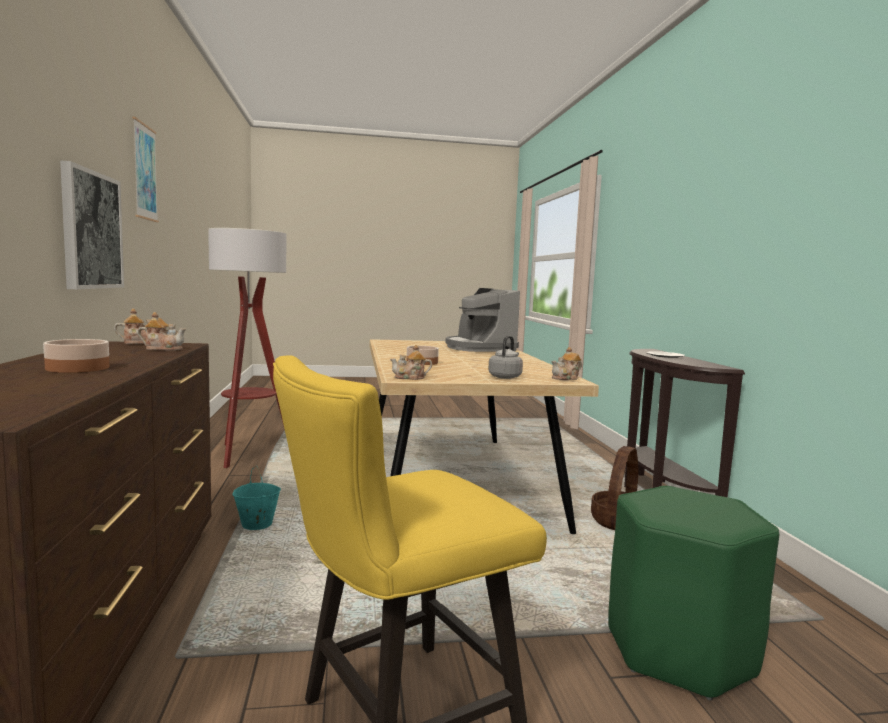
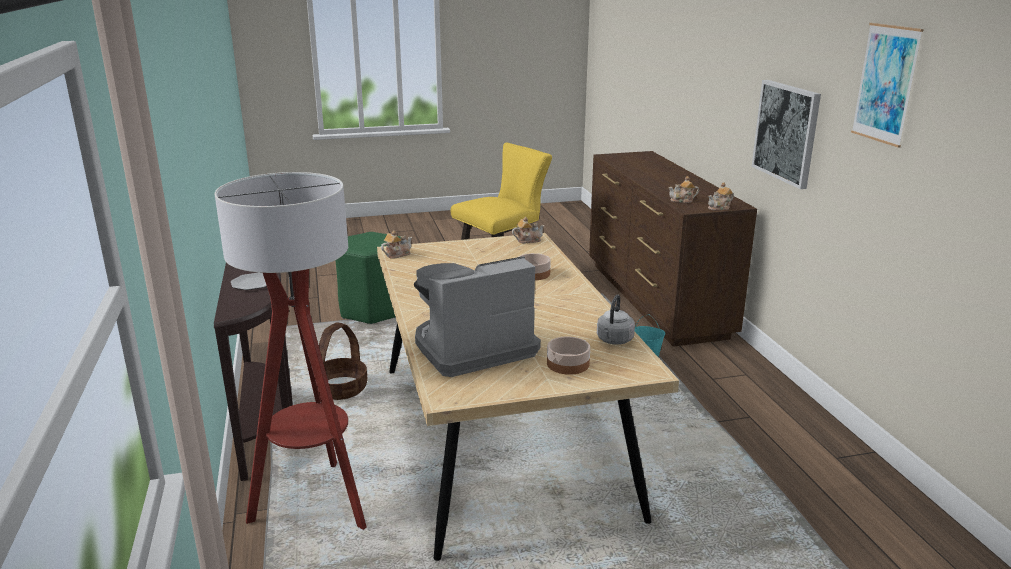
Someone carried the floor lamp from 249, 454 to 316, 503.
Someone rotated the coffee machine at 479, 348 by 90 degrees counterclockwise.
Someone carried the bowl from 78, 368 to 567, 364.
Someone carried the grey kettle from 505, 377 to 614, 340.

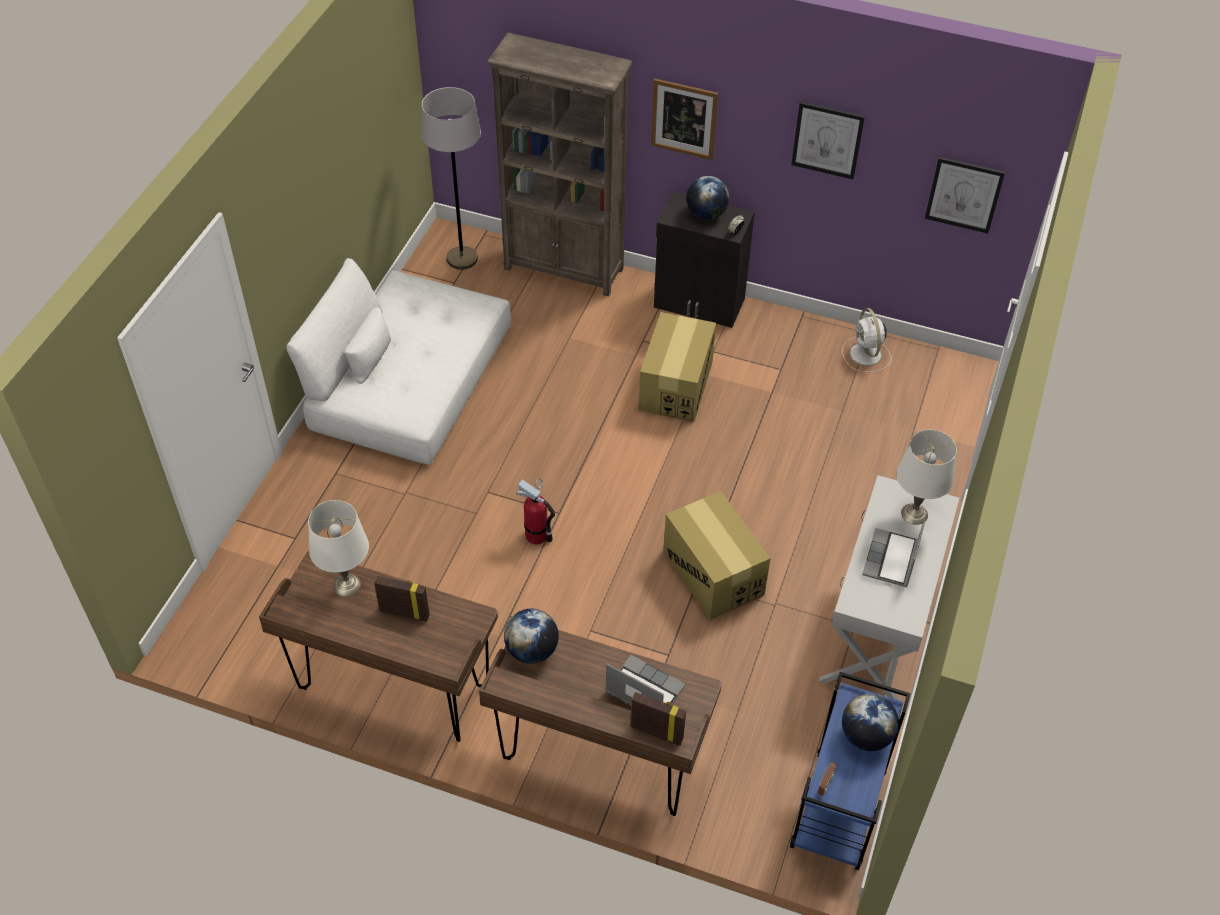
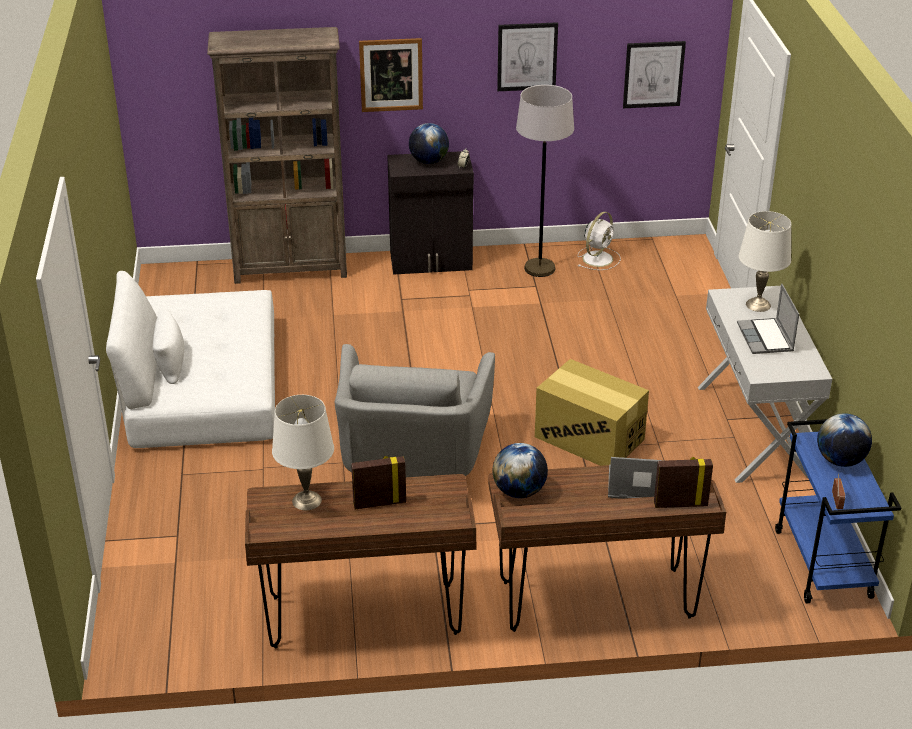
Someone swapped the fire extinguisher at 537, 535 for the grey armchair at 412, 460.
Someone carried the grey floor lamp from 462, 259 to 539, 268.
Someone rotated the white fan at 866, 355 by 105 degrees counterclockwise.
Someone took away the cardboard box at 676, 385.

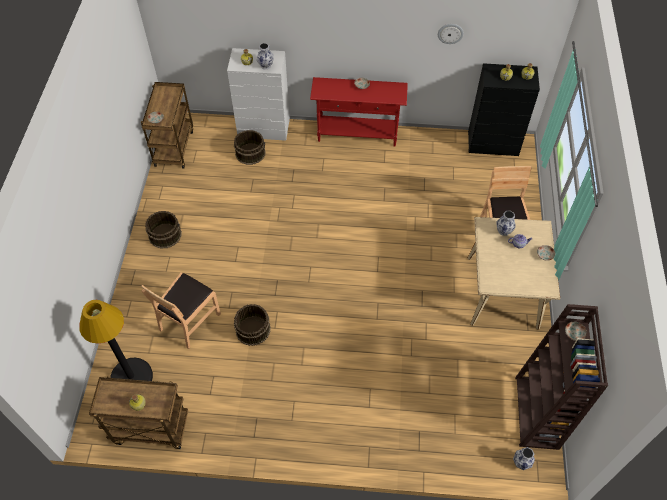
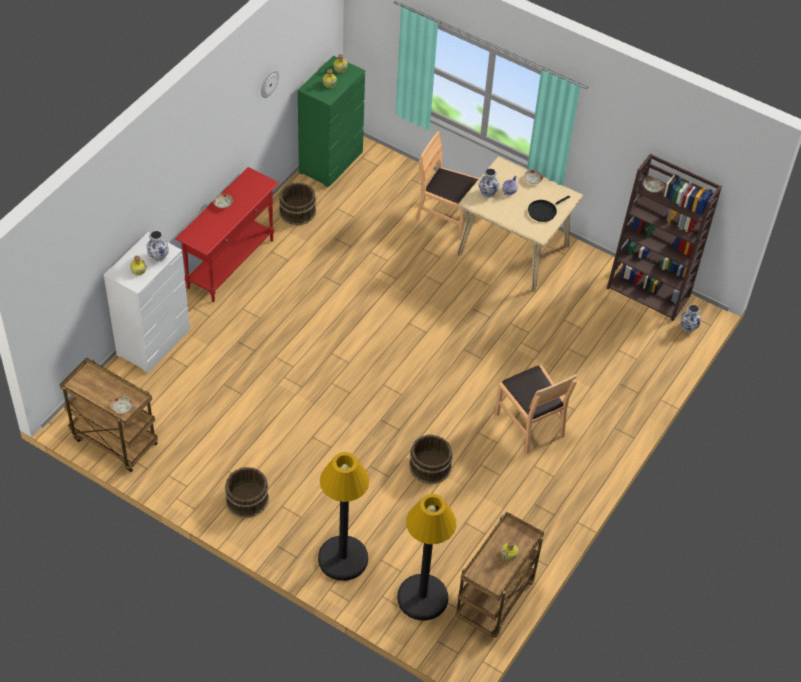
Someone carried the brown bucket from 250, 153 to 297, 211.
Someone repainted the black dresser at 493, 144, which became the green dresser at 331, 162.
Someone put down the black floor lamp at 343, 558.
Someone carried the brown chair from 189, 321 to 530, 424.
Someone put down the black frying pan at 543, 211.

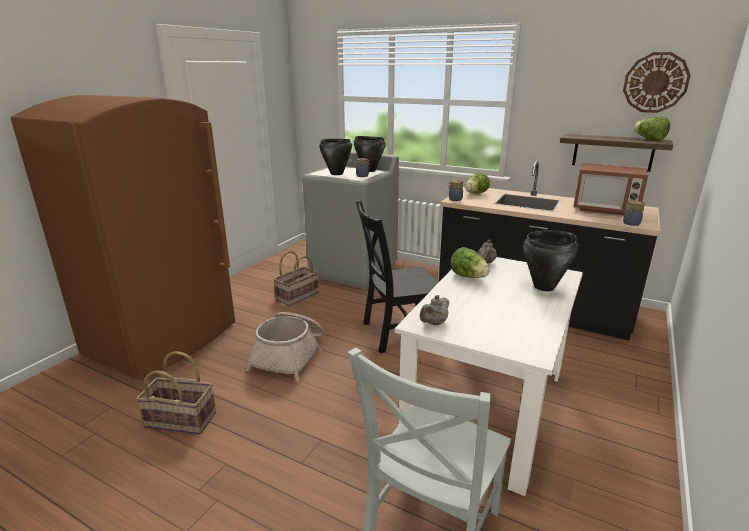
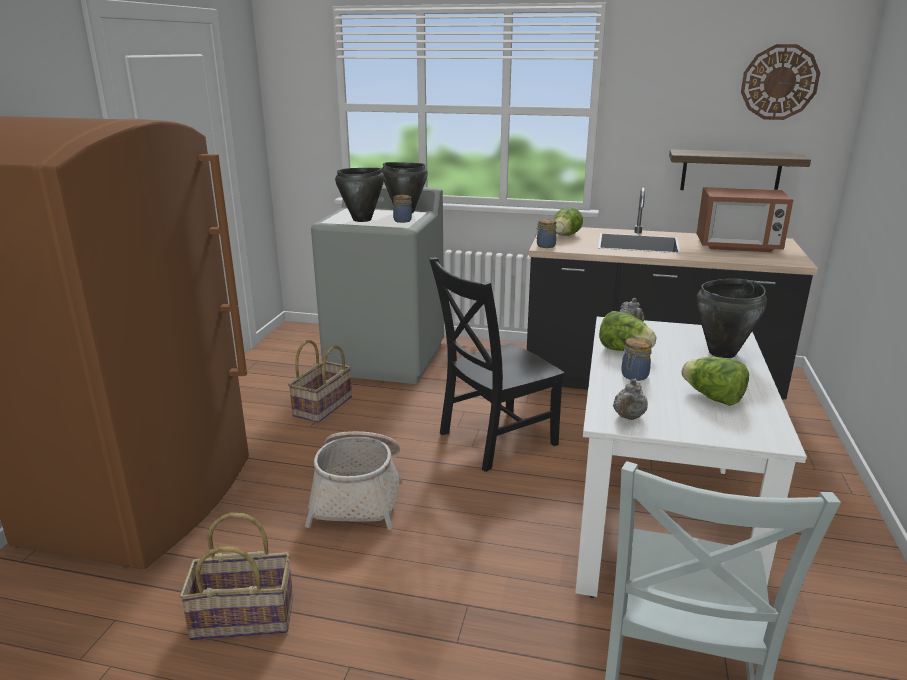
Someone carried the jar from 631, 223 to 634, 376.
Someone carried the lettuce from 649, 139 to 712, 398.

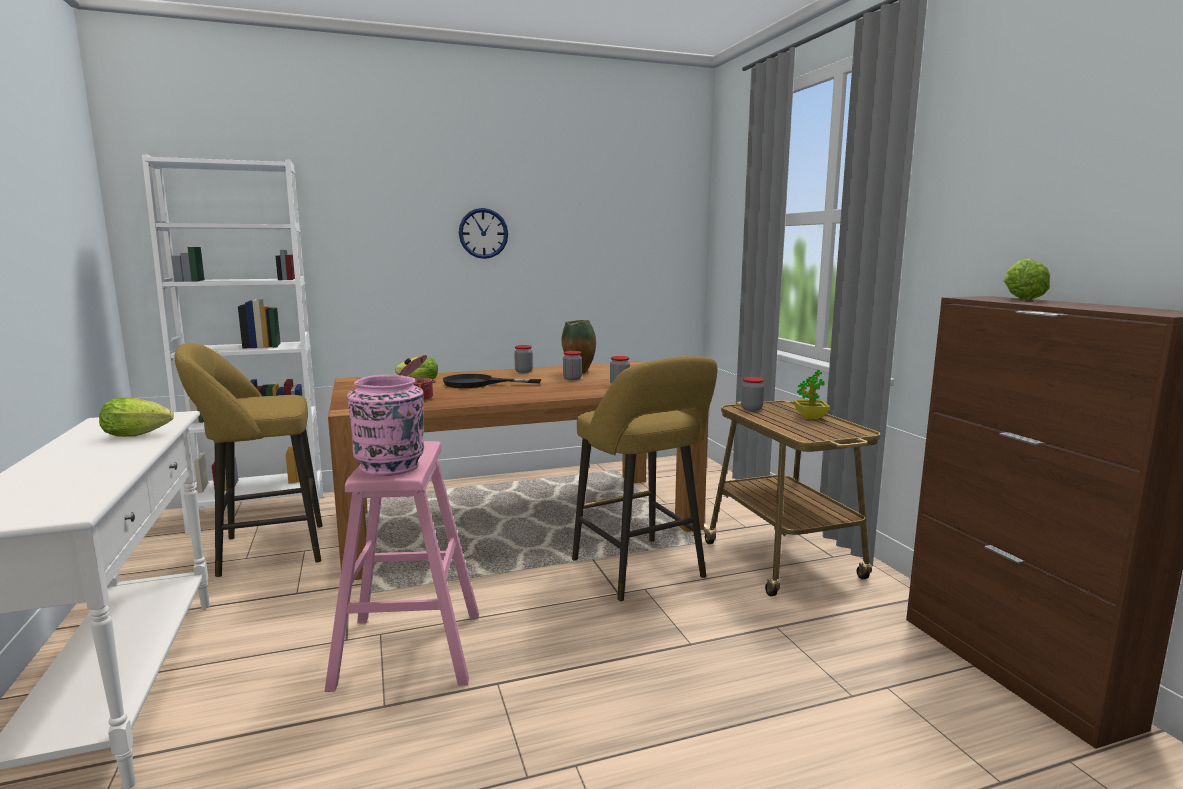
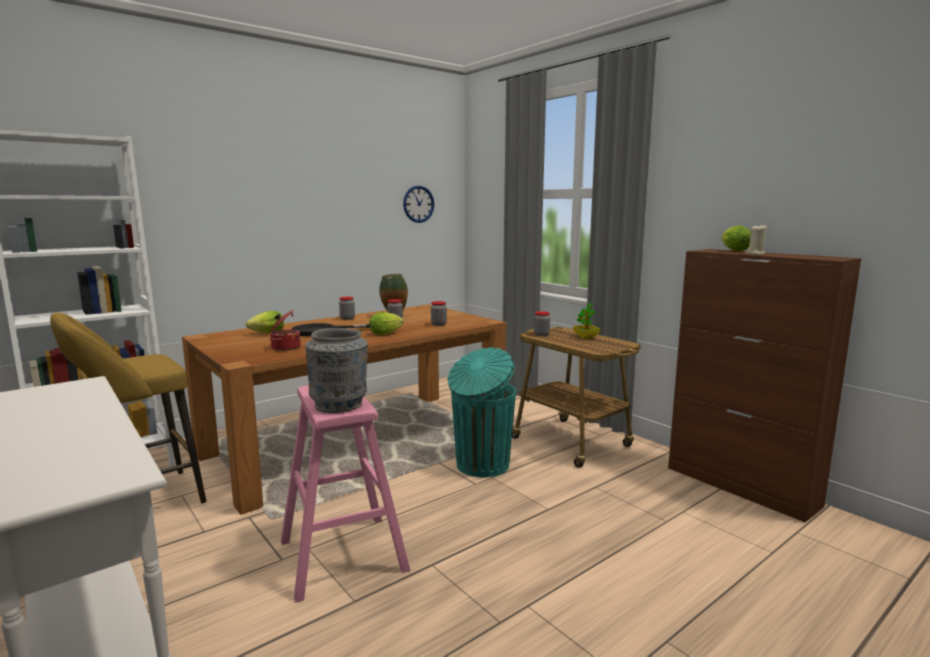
Someone repainted the pink vase at 390, 467, which became the grey vase at 339, 405.
Someone carried the lettuce from 140, 435 to 387, 333.
Someone carried the wall clock from 483, 233 to 418, 204.
Someone swapped the yellow stool at 641, 572 for the turquoise trash can at 481, 465.
Someone put down the beige candle at 755, 254.

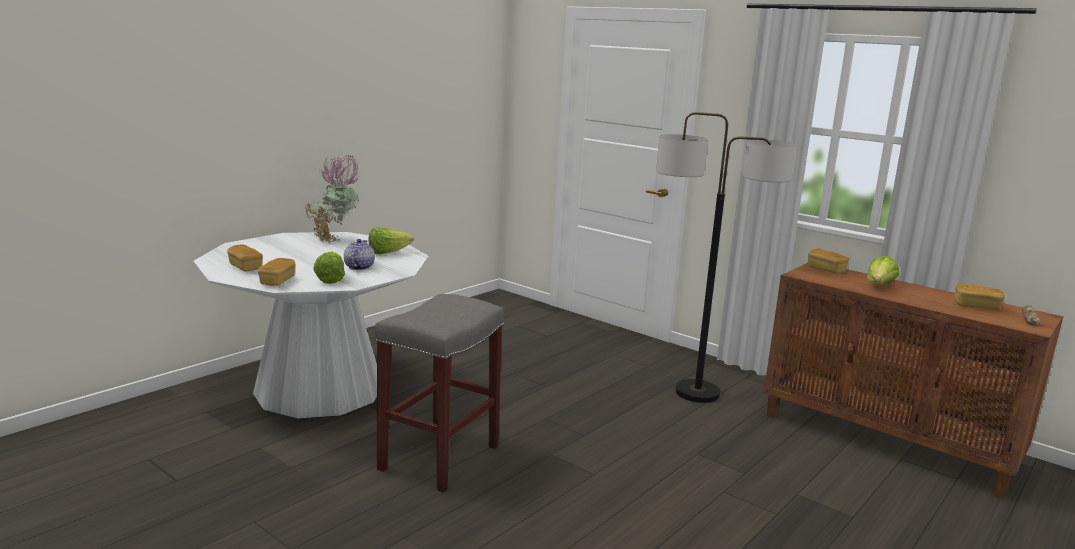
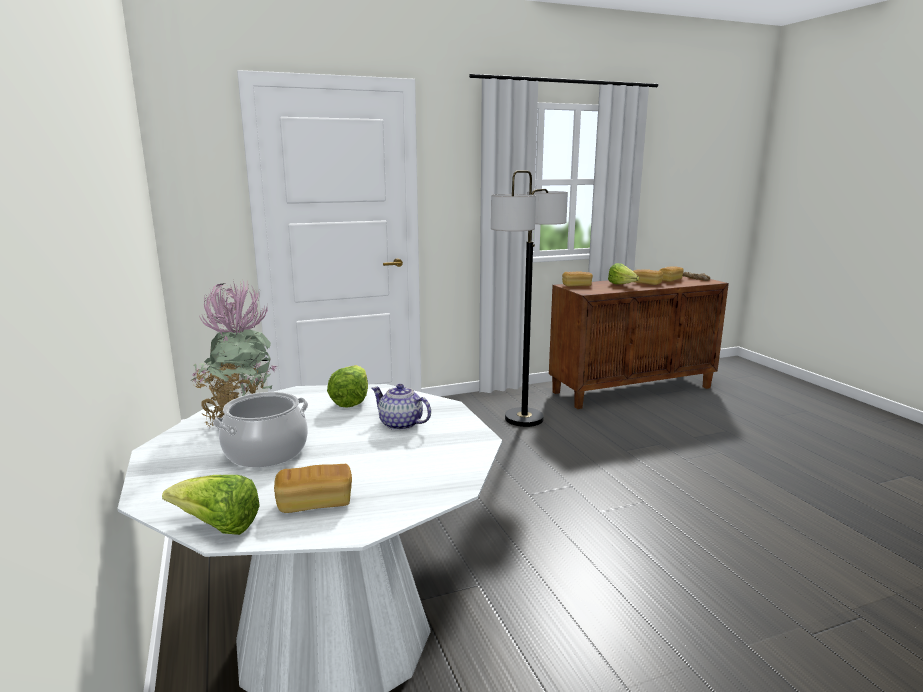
Someone carried the lettuce from 330, 279 to 218, 527.
Someone put down the cooking pot at 266, 452.
Someone carried the bread from 277, 281 to 646, 283.
Someone took away the grey stool at 439, 459.

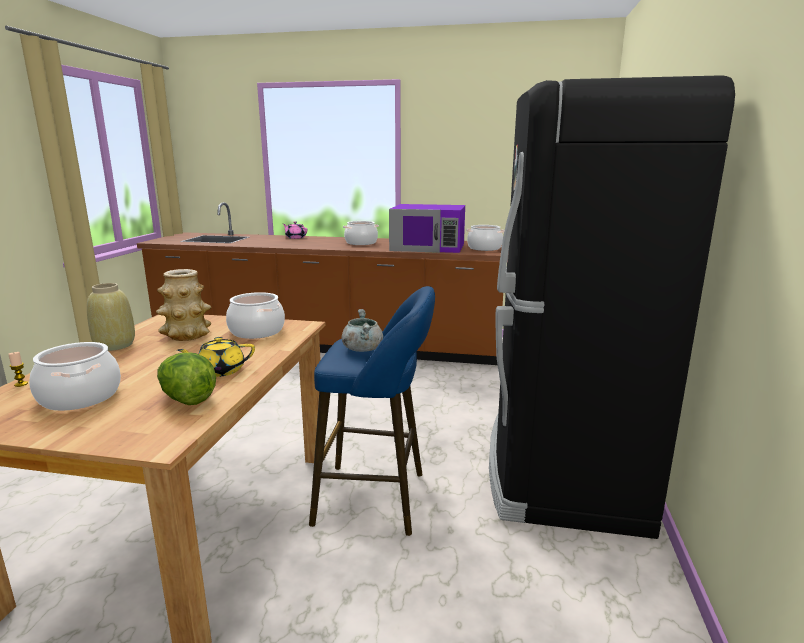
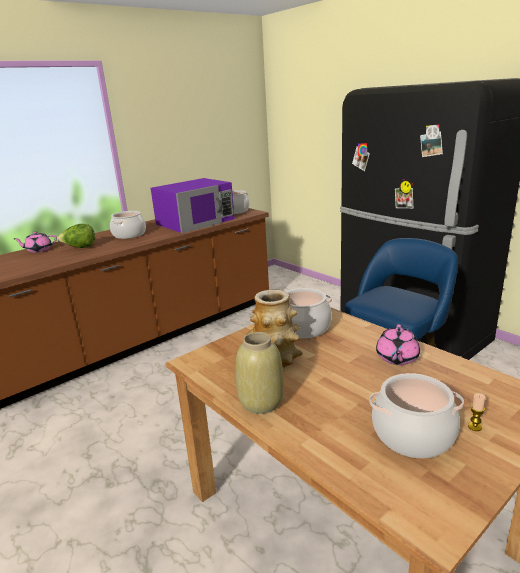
Someone carried the lettuce from 187, 399 to 80, 248.
Someone repainted the yellow teapot at 220, 371, which became the pink teapot at 397, 358.
Someone carried the candle from 21, 384 to 474, 427.
Someone took away the grey cooking pot at 362, 349.

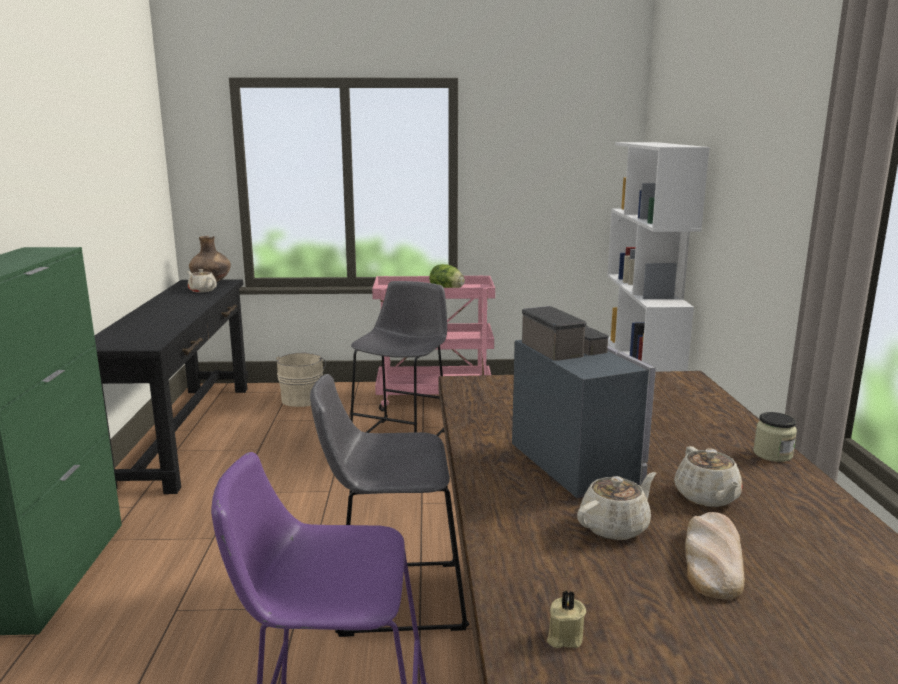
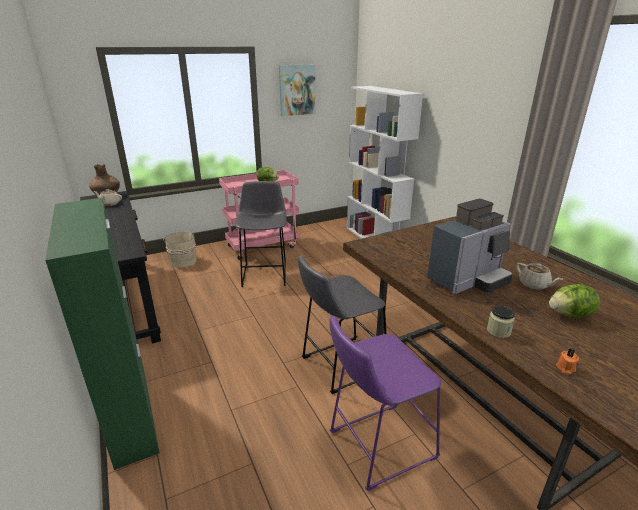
Someone put up the picture at 297, 90.
Someone rotated the coffee machine at 579, 463 by 105 degrees clockwise.
Someone carried the jar from 772, 454 to 498, 331.
Someone swapped the bread at 712, 559 for the lettuce at 569, 315.
Someone repainted the beige candle at 564, 637, which became the orange candle at 565, 368.
Someone took away the beige teapot at 615, 527.

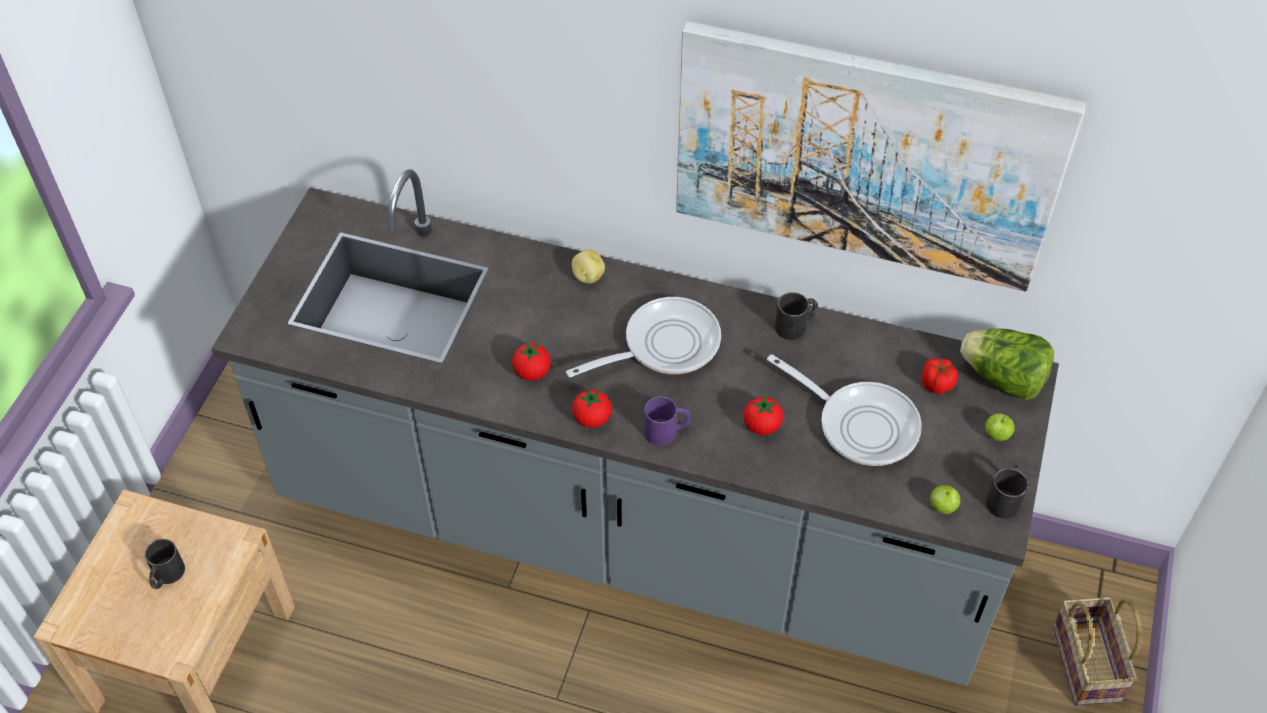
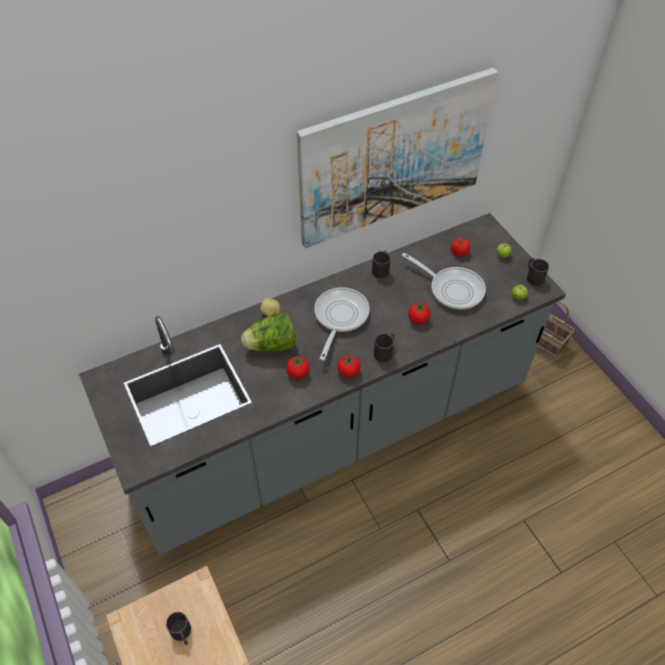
Someone carried the lettuce from 1003, 379 to 271, 345.
Someone repainted the purple mug at 667, 431, which became the black mug at 385, 351.
Someone rotated the frying pan at 860, 424 by 45 degrees clockwise.

